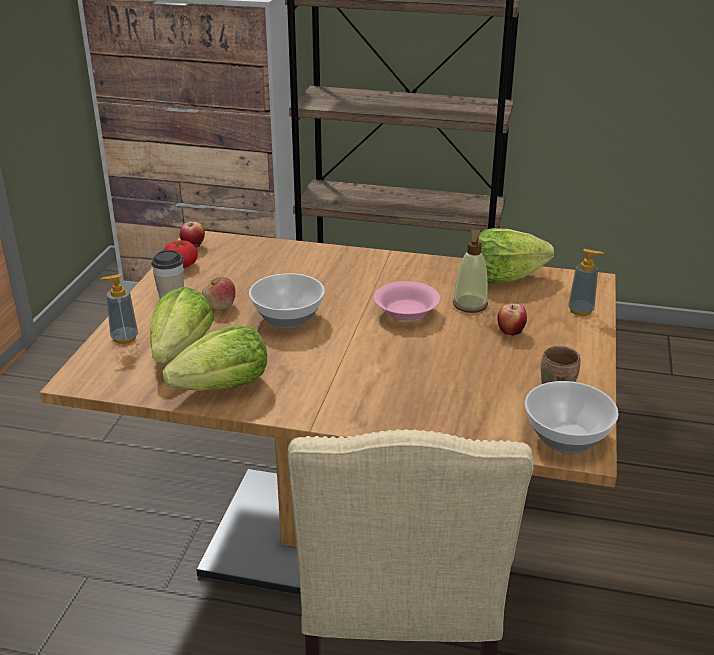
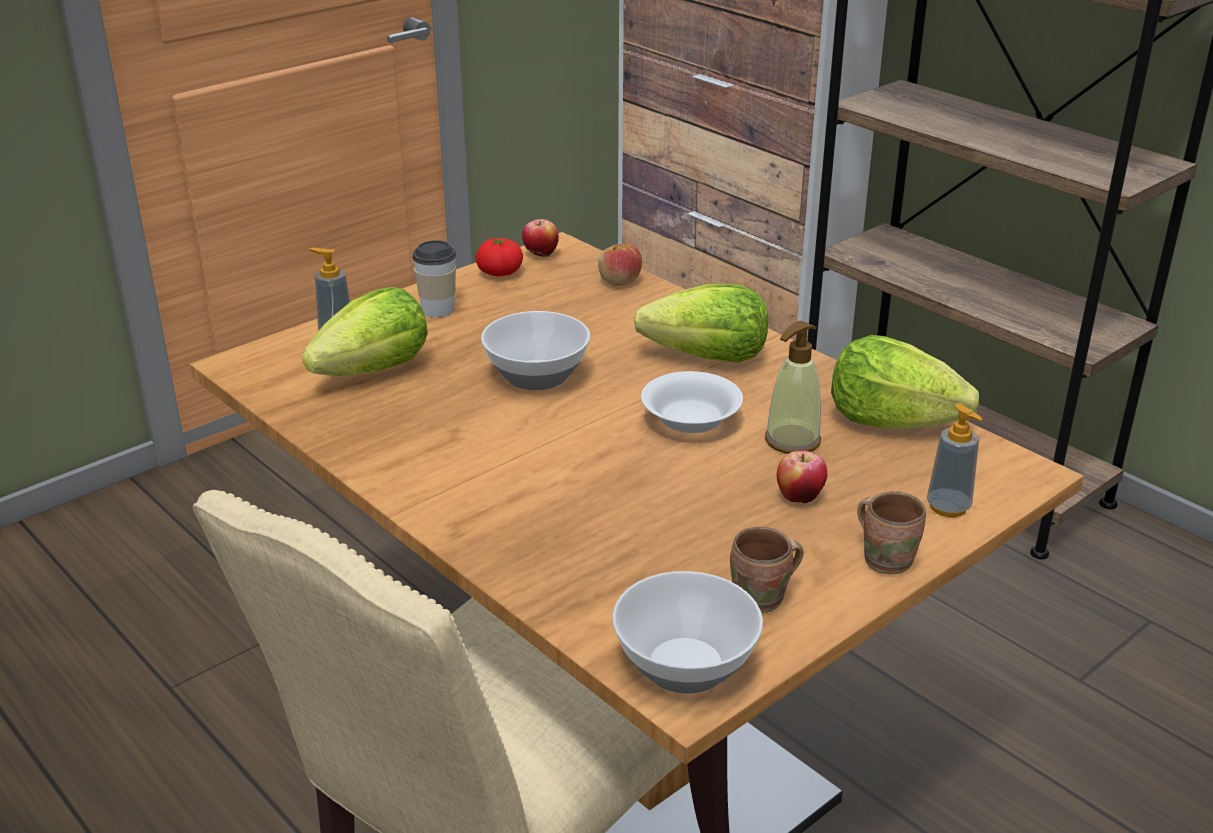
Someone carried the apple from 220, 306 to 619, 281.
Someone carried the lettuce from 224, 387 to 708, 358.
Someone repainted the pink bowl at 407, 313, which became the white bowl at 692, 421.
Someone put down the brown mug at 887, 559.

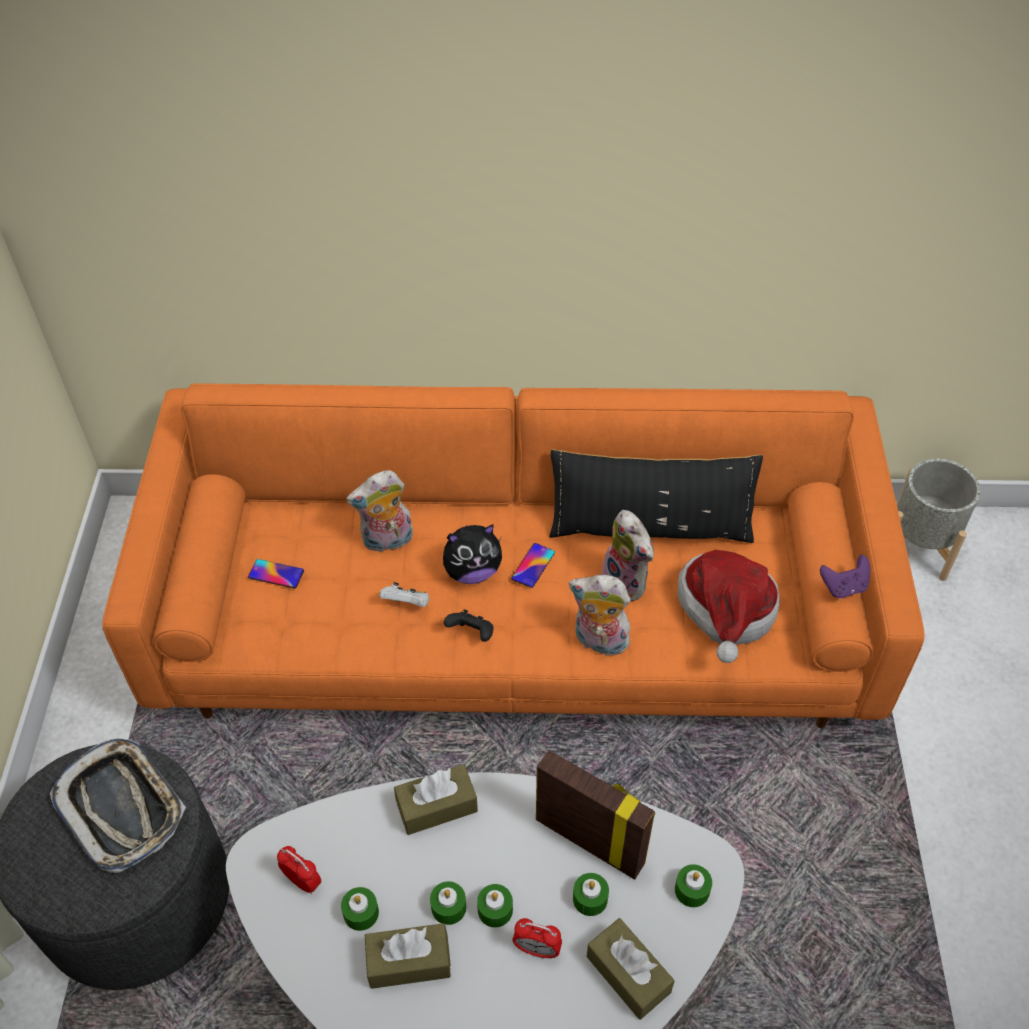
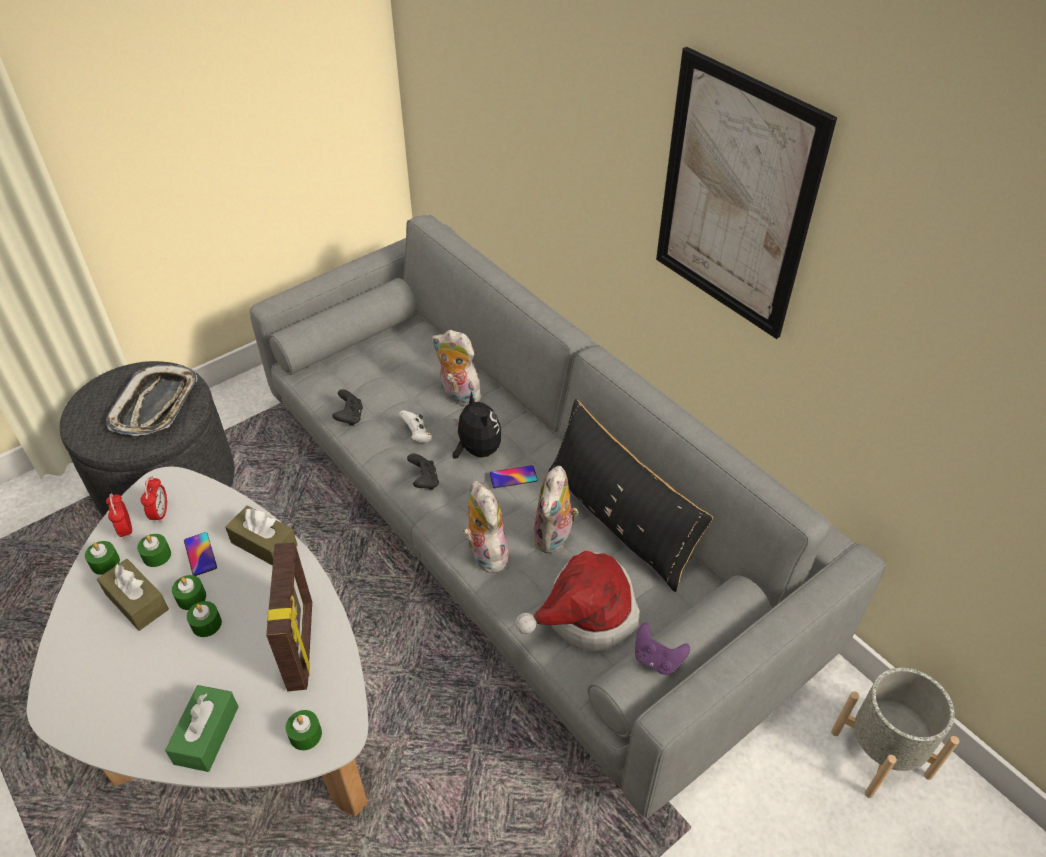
Someone carried the green candle from 590, 898 to 105, 563.
Someone carried the alarm clock from 537, 949 to 126, 529.
Someone repainted the brown tissue box at 628, 974, which became the green tissue box at 206, 735.
Someone carried the phone from 276, 574 to 200, 554.
Someone repainted the orange sofa at 515, 619, which became the grey sofa at 523, 529.
Someone put down the black game controller at 350, 417.
Someone rotated the plush toy at 472, 571 by 150 degrees counterclockwise.
Someone put up the picture at 735, 197.

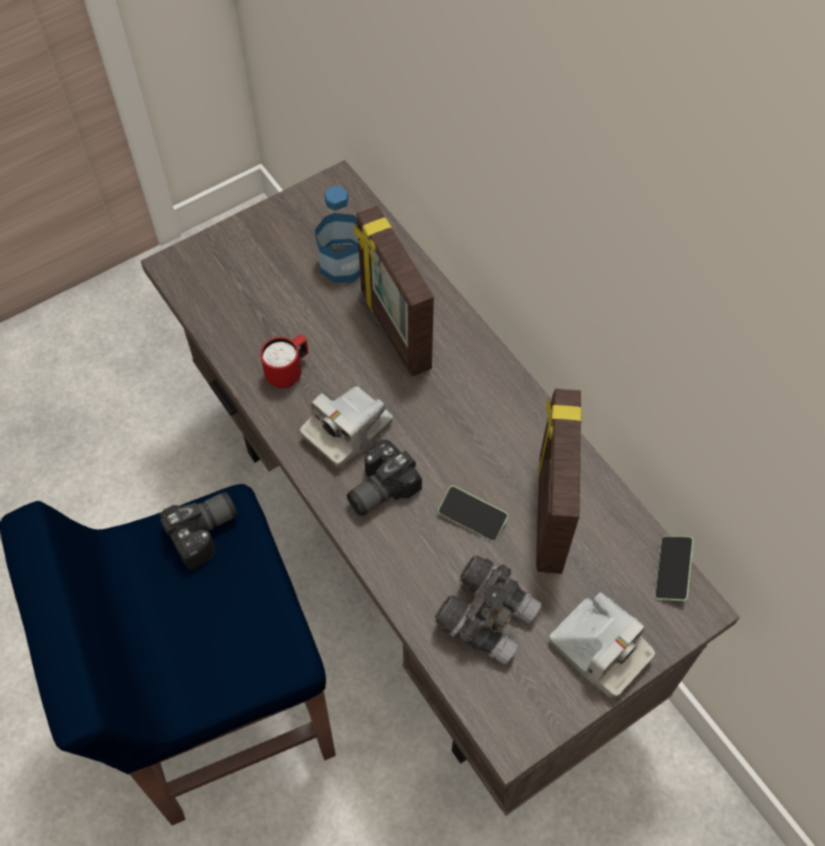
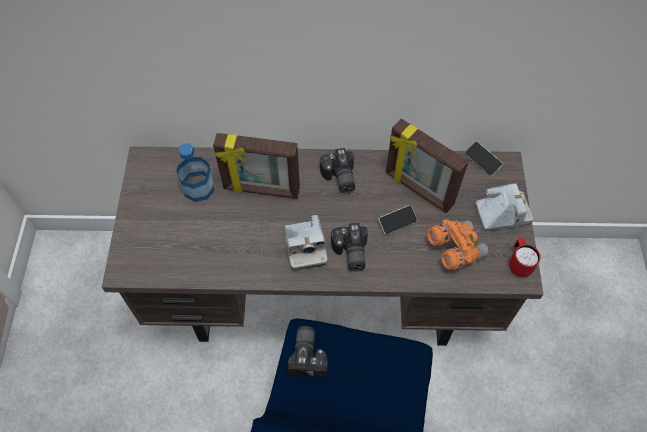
Someone put down the photo camera at 338, 178.
Someone repainted the grey binoculars at 487, 616, which became the orange binoculars at 454, 249.
Someone carried the red mug from 288, 372 to 518, 264.

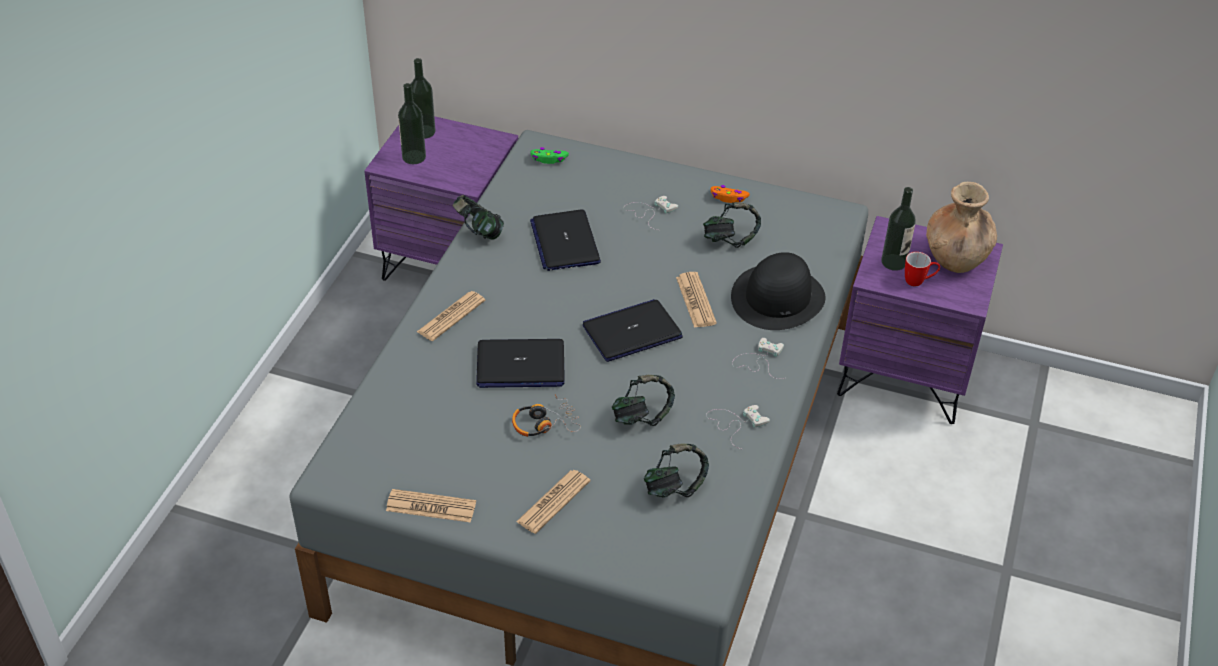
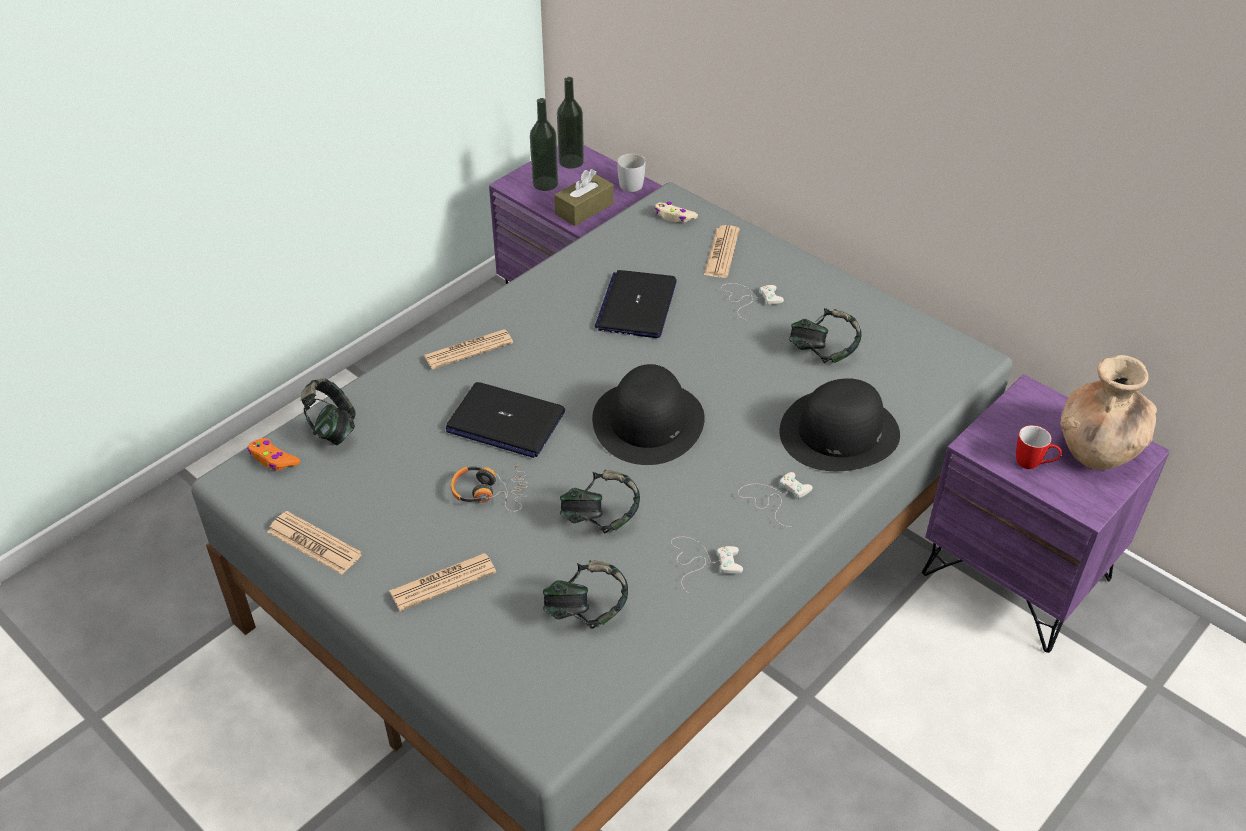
Someone carried the orange game controller from 728, 198 to 273, 459.
Someone carried the headphones from 478, 231 to 332, 429.
Someone put down the brown tissue box at 584, 209.
Someone swapped the laptop at 632, 332 for the black hat at 648, 421.
Someone put down the white mug at 634, 183.
Someone repainted the green game controller at 549, 159, which became the beige game controller at 674, 217.
Someone carried the newspaper from 695, 300 to 721, 252.
Someone took away the bottle at 893, 262.

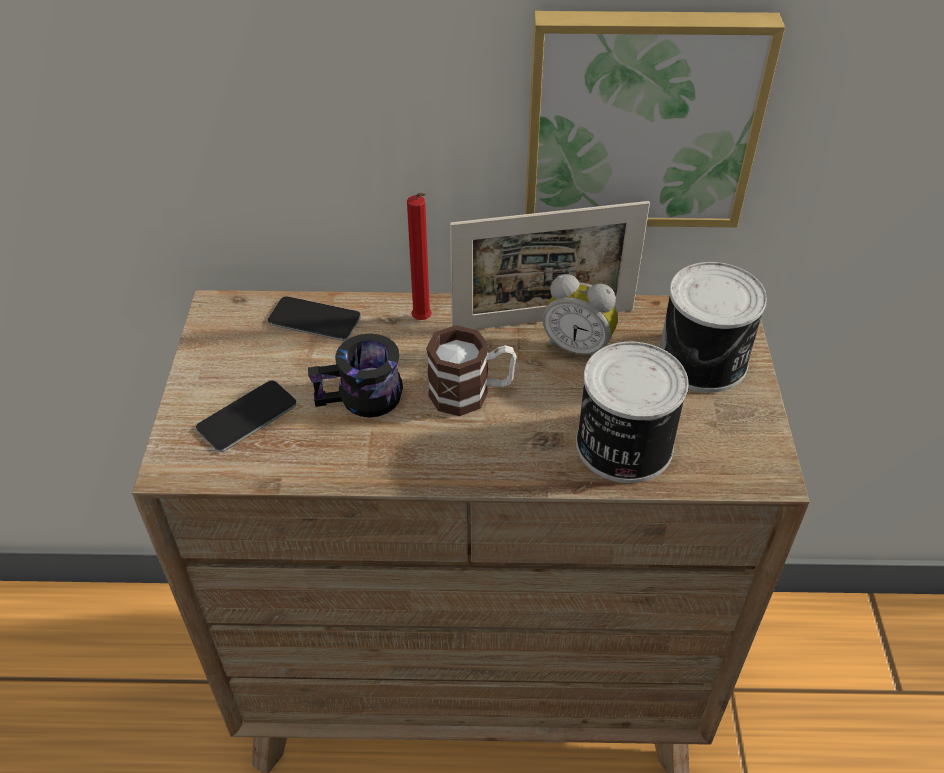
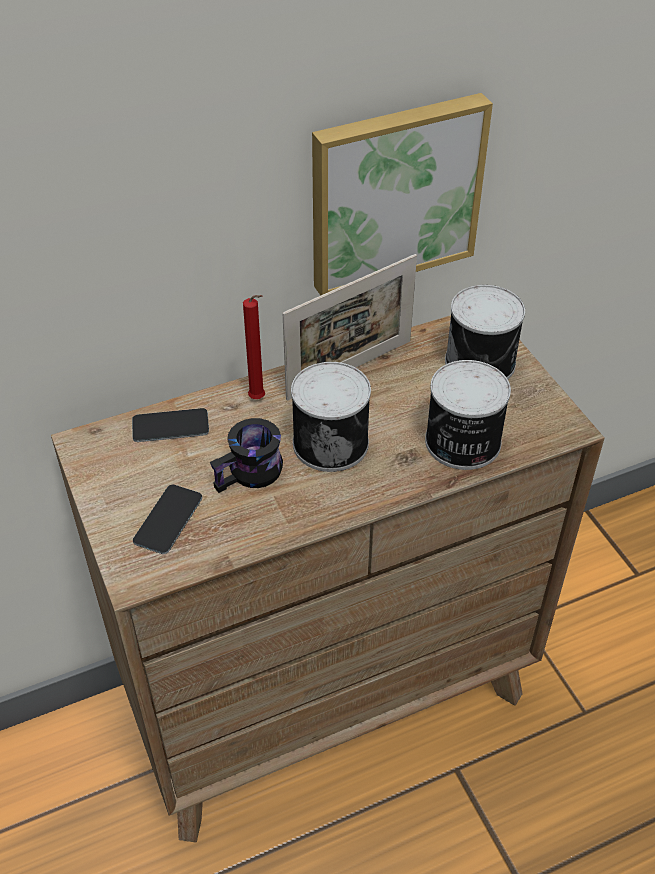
Someone swapped the mug at 471, 393 for the can at 331, 442.
Someone took away the alarm clock at 578, 347.

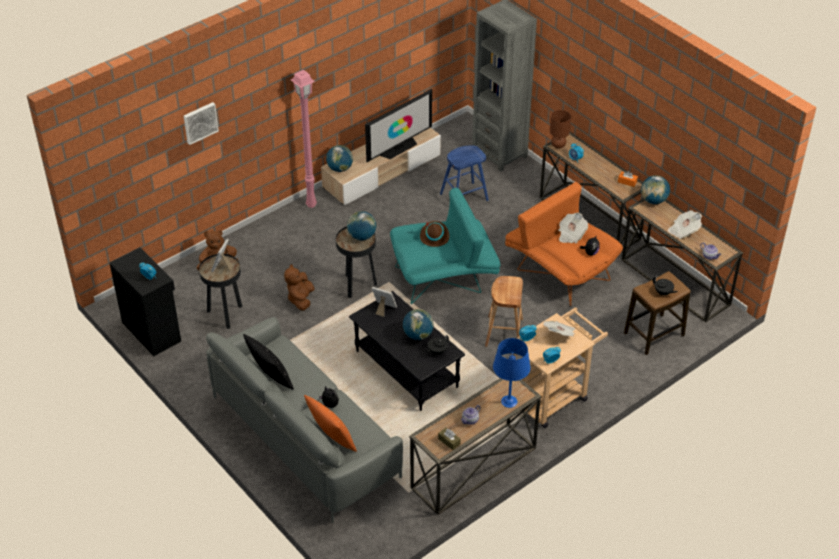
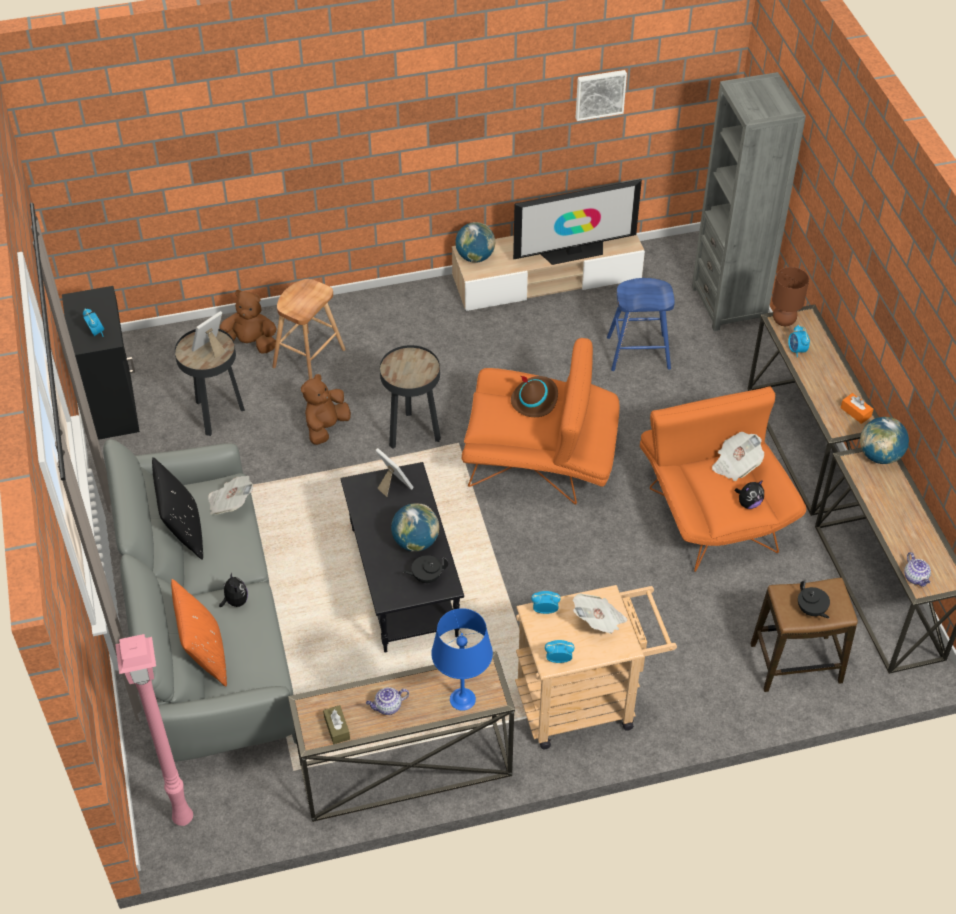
Someone carried the pink floor lamp from 310, 204 to 181, 817.
Someone carried the newspaper from 683, 231 to 230, 503.
Someone carried the brown stool from 504, 332 to 309, 358.
Someone repainted the turquoise armchair at 444, 277, which became the orange armchair at 540, 462.
Someone carried the picture from 200, 122 to 600, 93.
Someone took away the globe at 362, 236.

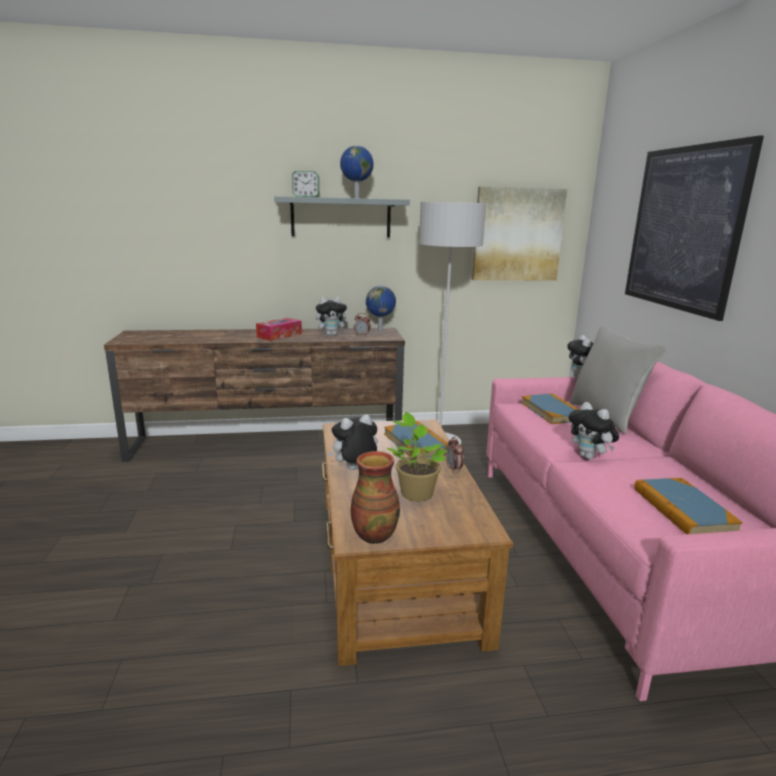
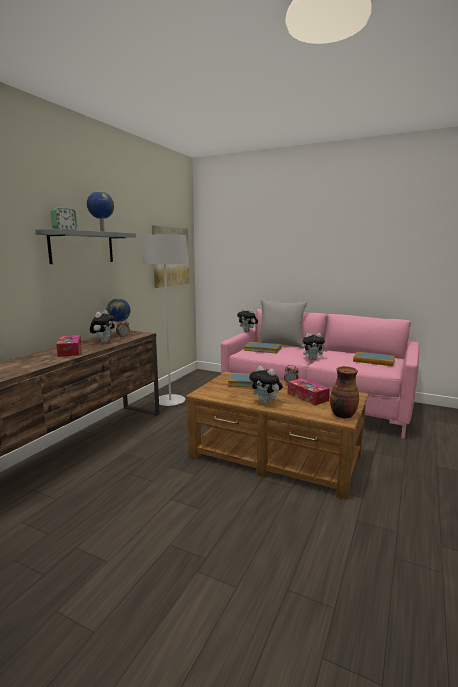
Someone rotated the plush toy at 354, 470 by 60 degrees counterclockwise.
Someone swapped the potted plant at 415, 493 for the tissue box at 307, 397.
Someone took away the picture at 683, 229.

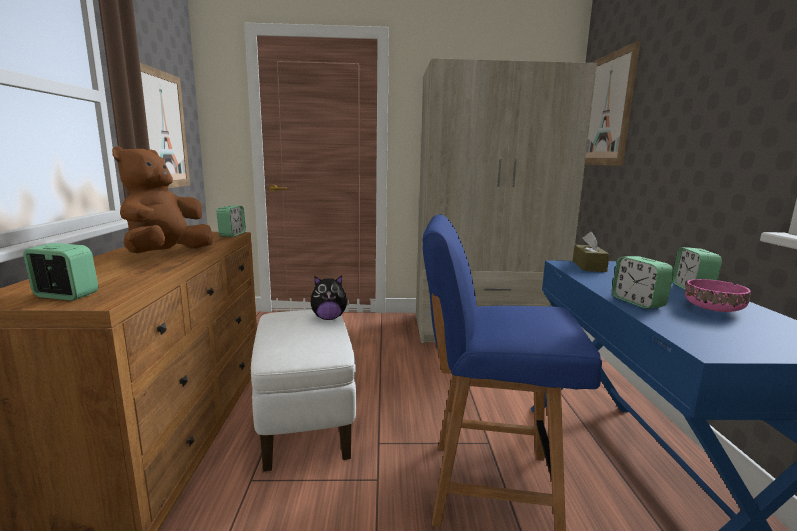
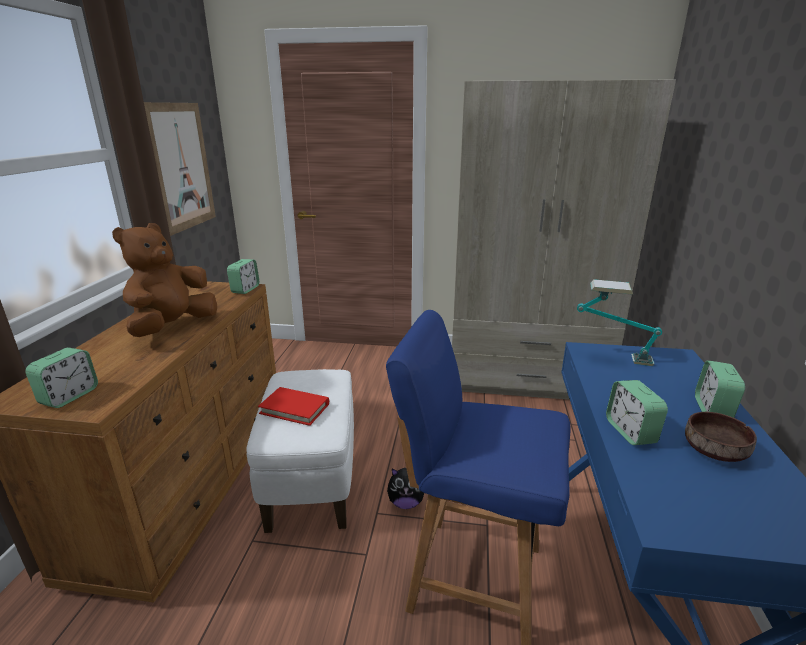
Someone rotated the alarm clock at 65, 295 by 90 degrees clockwise.
Someone put down the red book at 295, 408.
Someone carried the plush toy from 329, 318 to 406, 503.
Someone swapped the brown tissue box at 589, 266 for the table lamp at 611, 357.
Someone repainted the pink bowl at 711, 308, which became the brown bowl at 712, 450.
Someone took away the picture at 608, 110.

